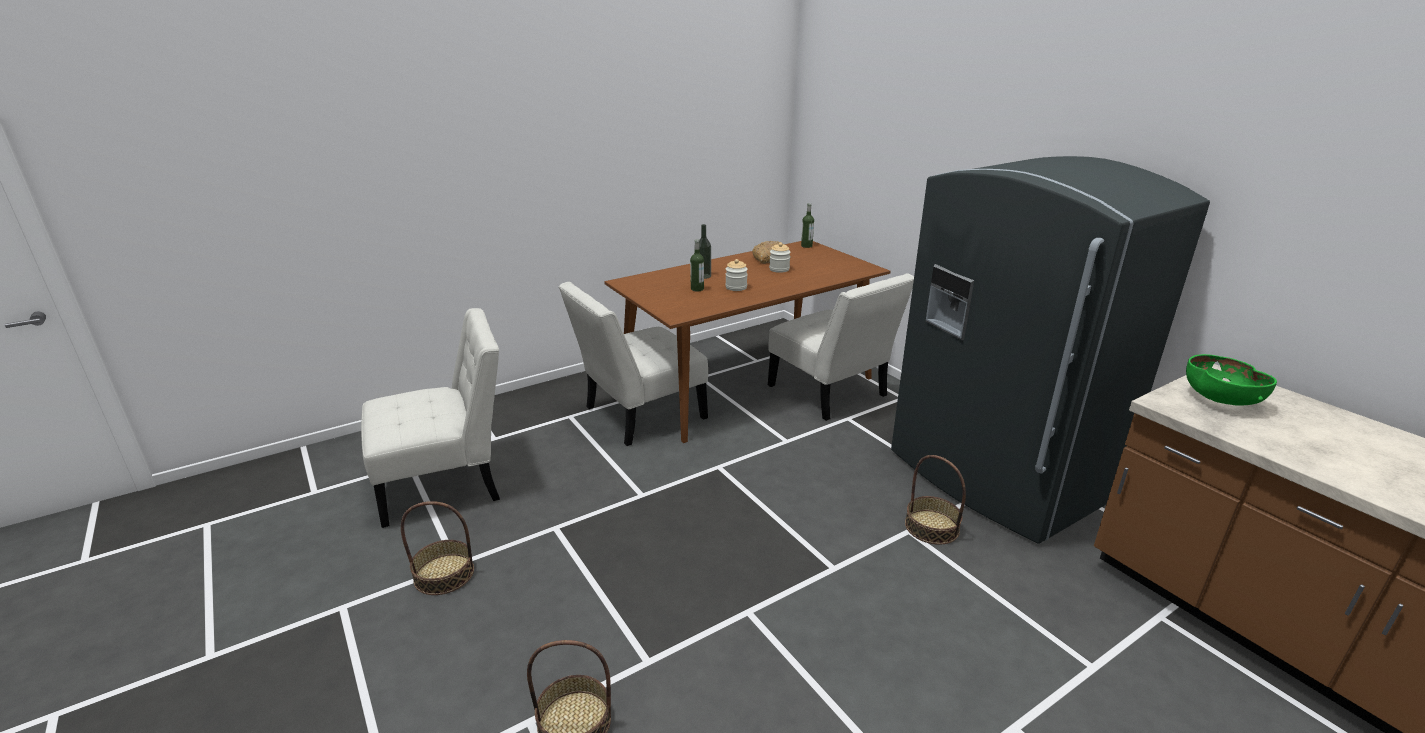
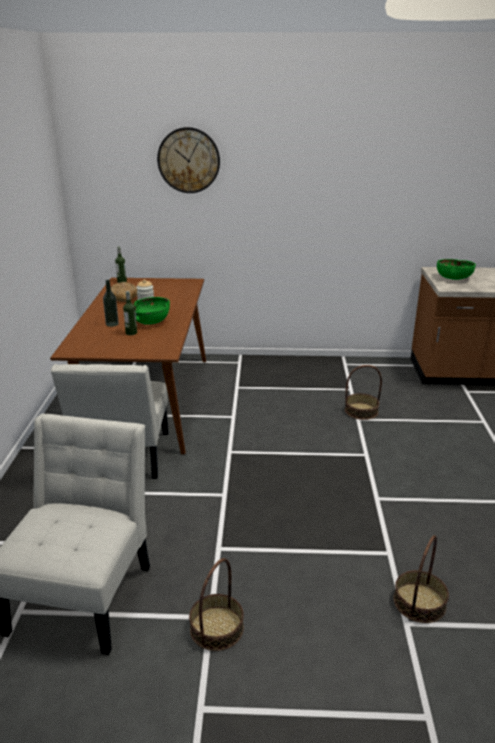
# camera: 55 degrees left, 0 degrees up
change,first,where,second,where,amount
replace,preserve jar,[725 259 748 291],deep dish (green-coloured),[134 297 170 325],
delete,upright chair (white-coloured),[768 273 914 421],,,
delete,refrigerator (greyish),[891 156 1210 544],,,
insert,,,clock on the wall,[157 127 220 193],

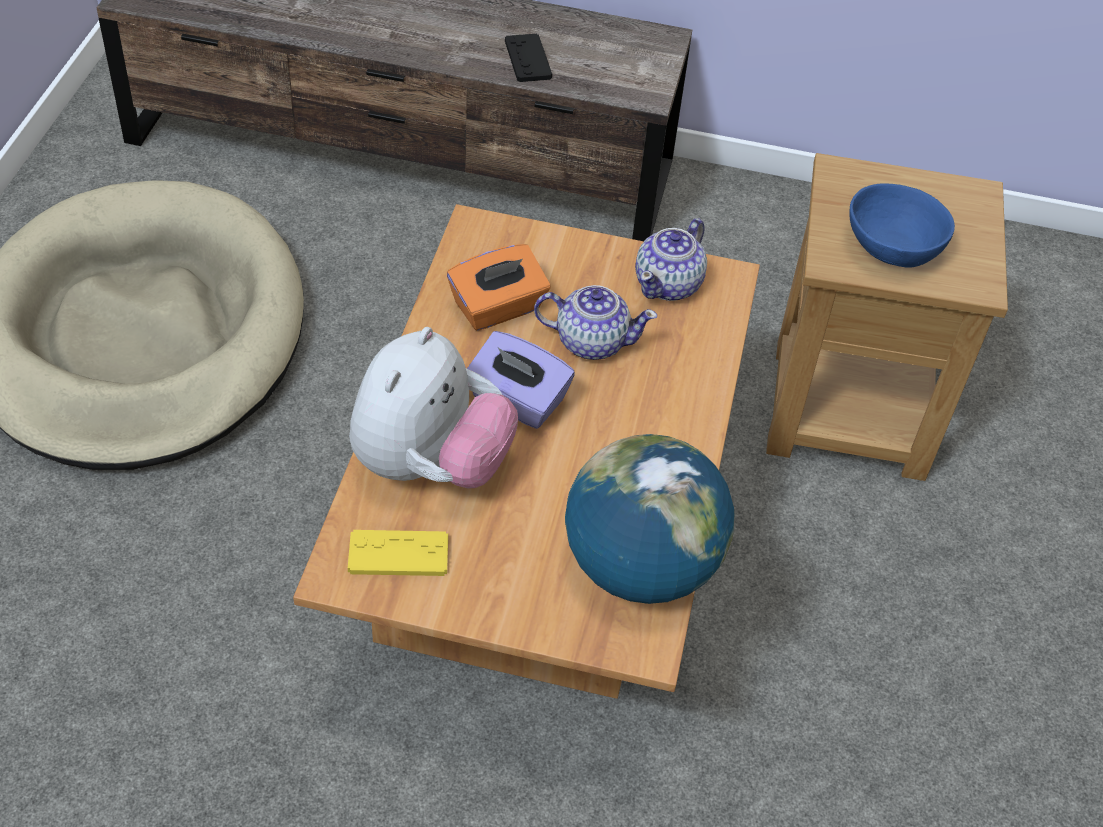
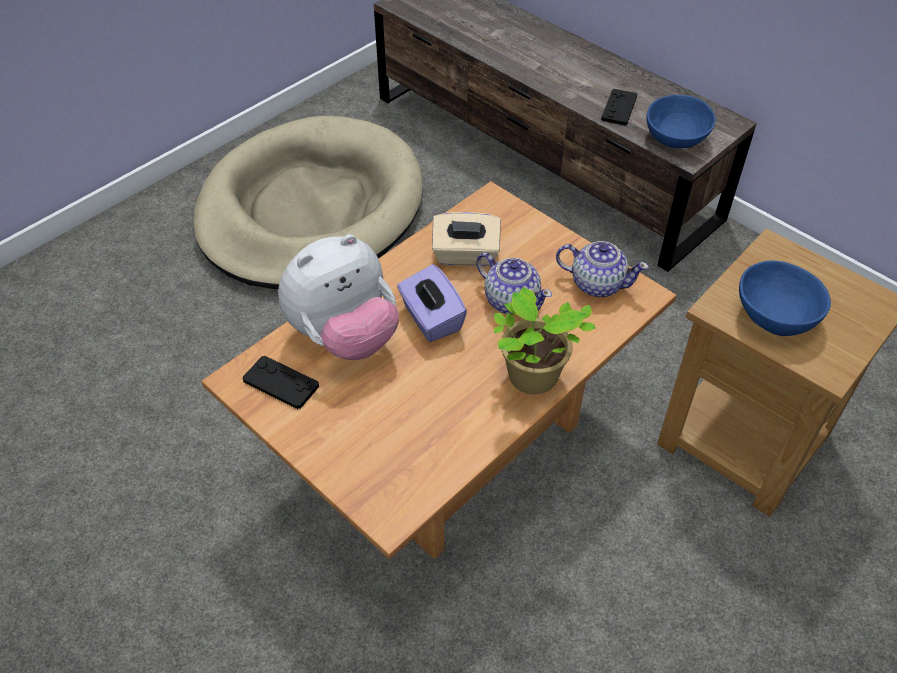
# camera: 35 degrees right, 0 degrees up
change,first,where,second,where,amount
recolor,joypad (yellow-coloured),[348 530 448 576],joypad (black),[243 355 319 409],
recolor,tissue holder (orange-coloured),[447 244 550 331],tissue holder (beige-coloured),[432 212 501 266],
delete,world globe,[565 434 734 604],,,
rotate,pot for tea,[635 218 707 301],,[556 241 649 297],135 degrees counterclockwise
insert,,,plant in a pot,[494 287 596 394],
insert,,,deep dish (blue),[647 95 716 148],

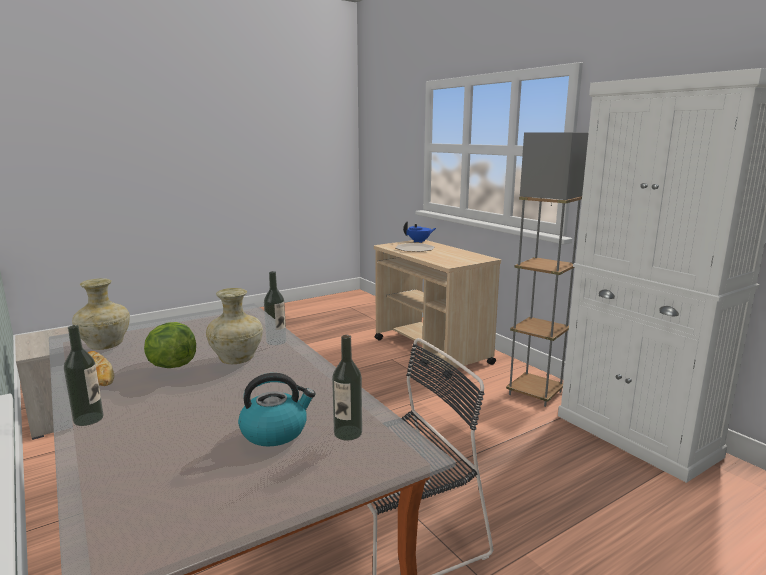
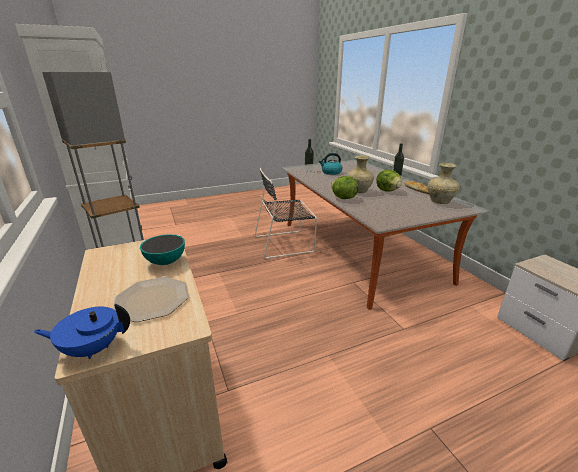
# camera: 170 degrees left, 10 degrees up
change,first,where,second,where,amount
replace,drink bottle,[264 271 286 345],lettuce head,[331 176 358 199],
insert,,,deep dish,[140 234 185 265],

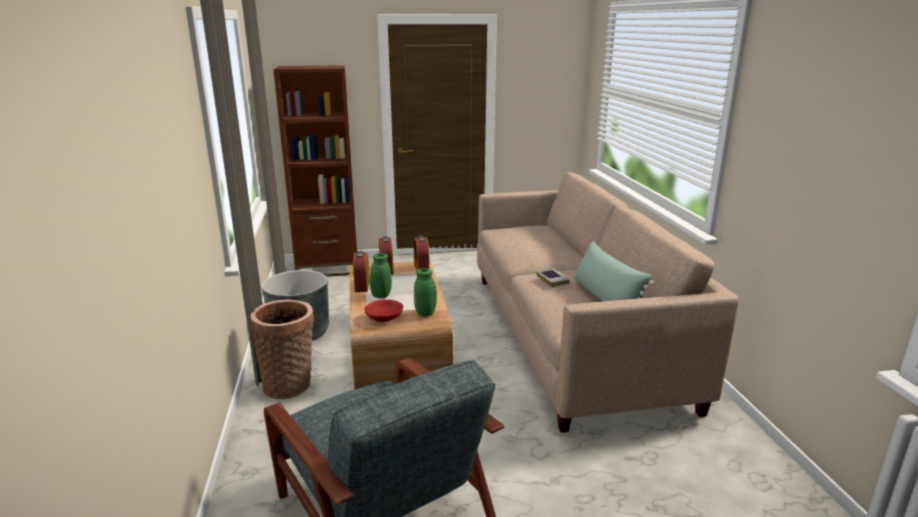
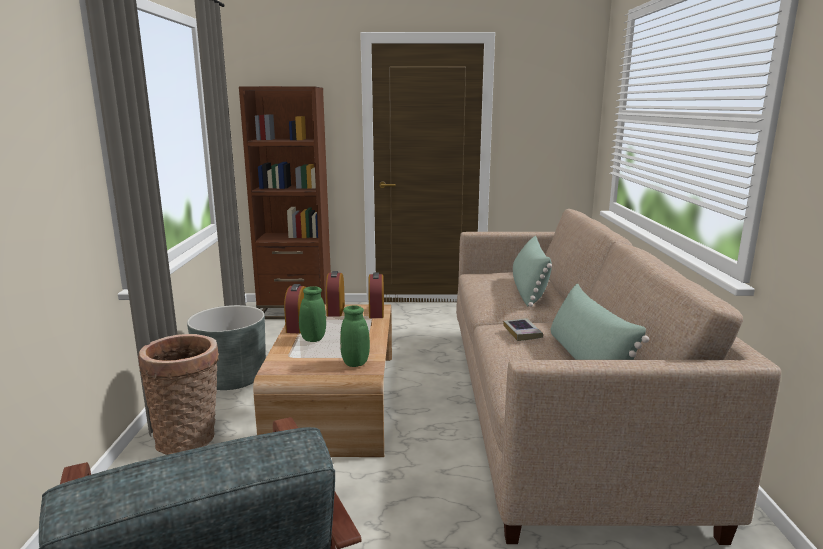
# camera: 10 degrees right, 5 degrees down
change,first,where,second,where,amount
delete,deep dish (reddish),[364 299 403 322],,,
insert,,,pillow (green-coloured),[513 236 552 307],

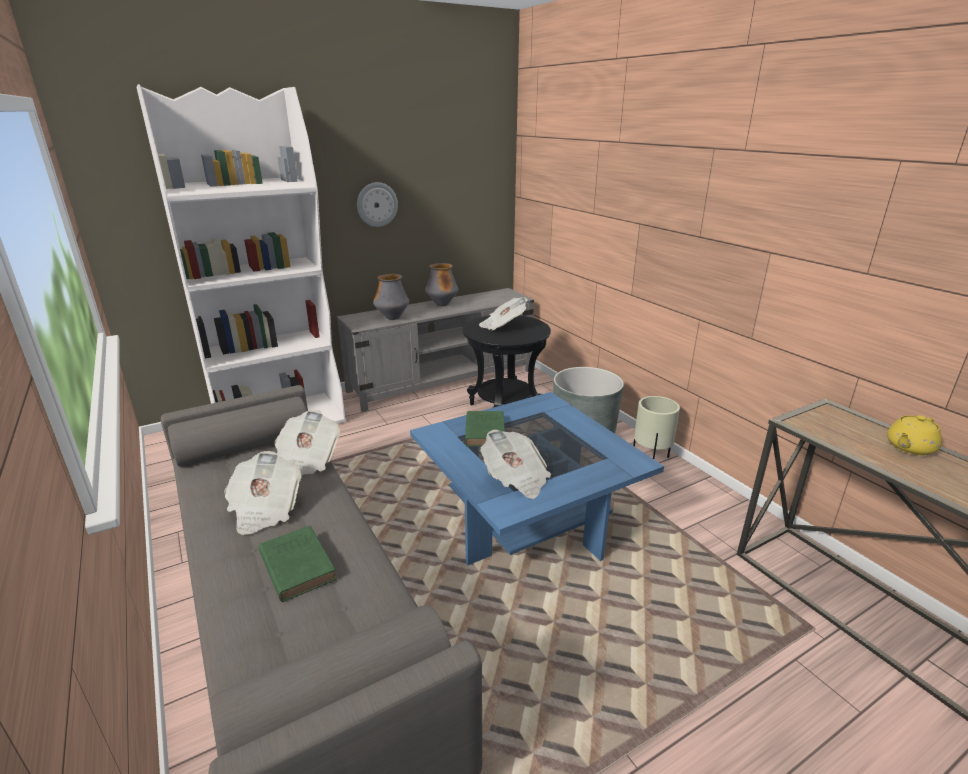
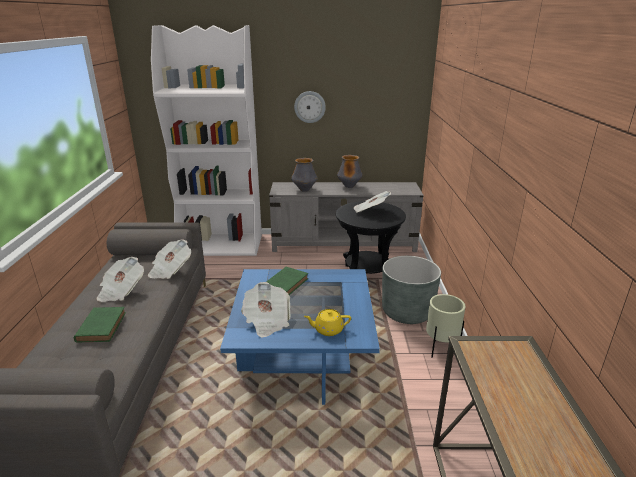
# camera: 30 degrees right, 0 degrees up
change,first,where,second,where,amount
move,pot for tea (yellow-coloured),[887 415 942 455],,[304 309 351 336],

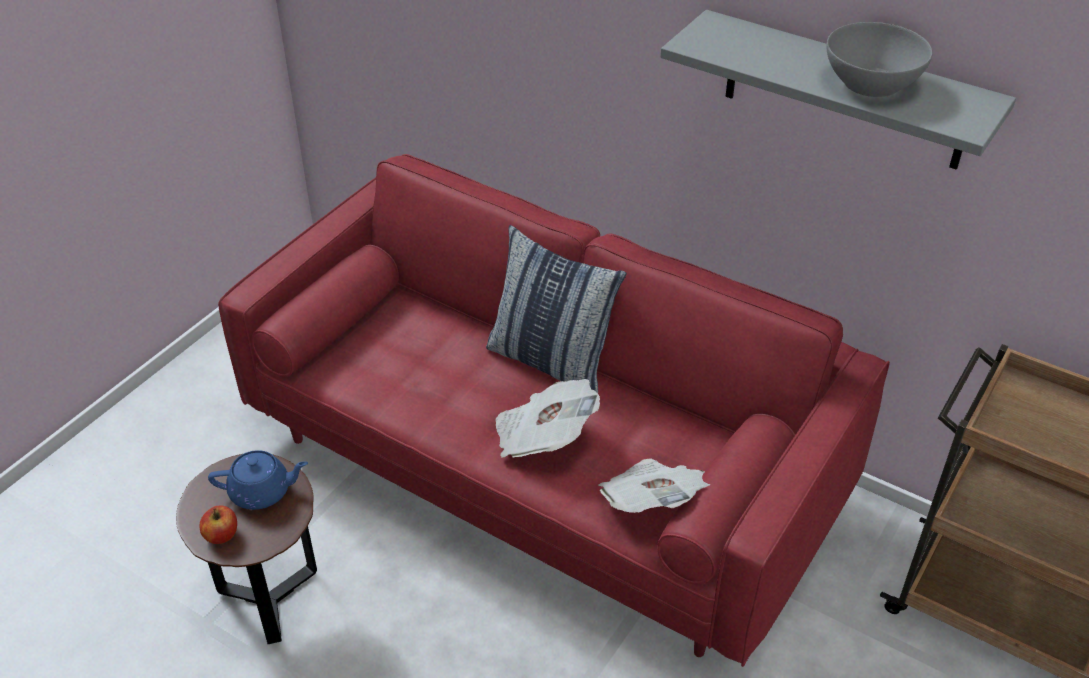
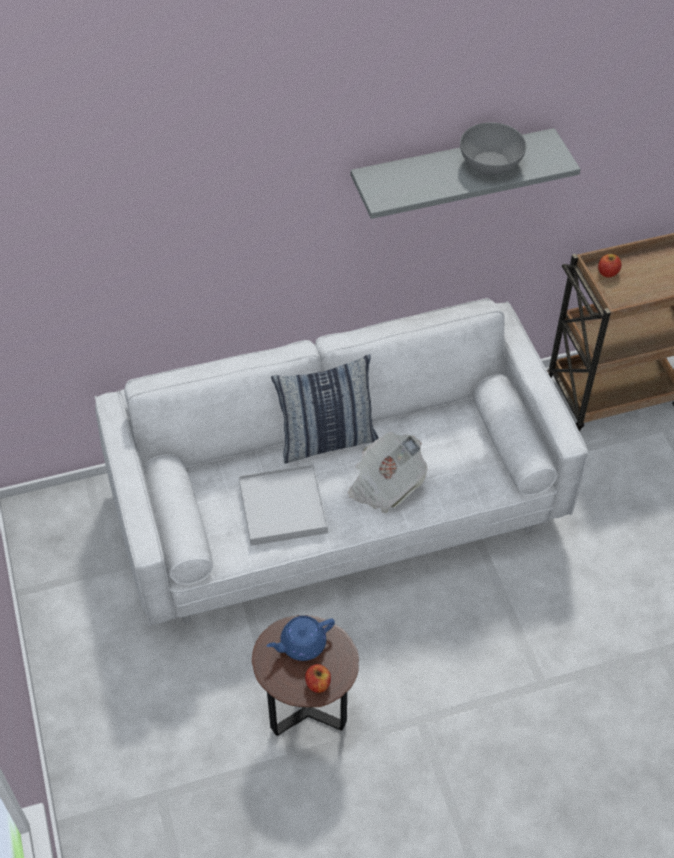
# camera: 50 degrees left, 10 degrees up
change,first,where,second,where,amount
rotate,pot for tea (blue),[208 450 308 510],,[267 616 335 661],150 degrees counterclockwise
recolor,couch (reddish),[218 154 890 667],couch (white-coloured),[95 298 588 627],
delete,printed paper,[598 458 710 513],,,
insert,,,carrying tray (white-coloured),[239 464 328 546],
insert,,,apple fruit,[598 254 622 278],

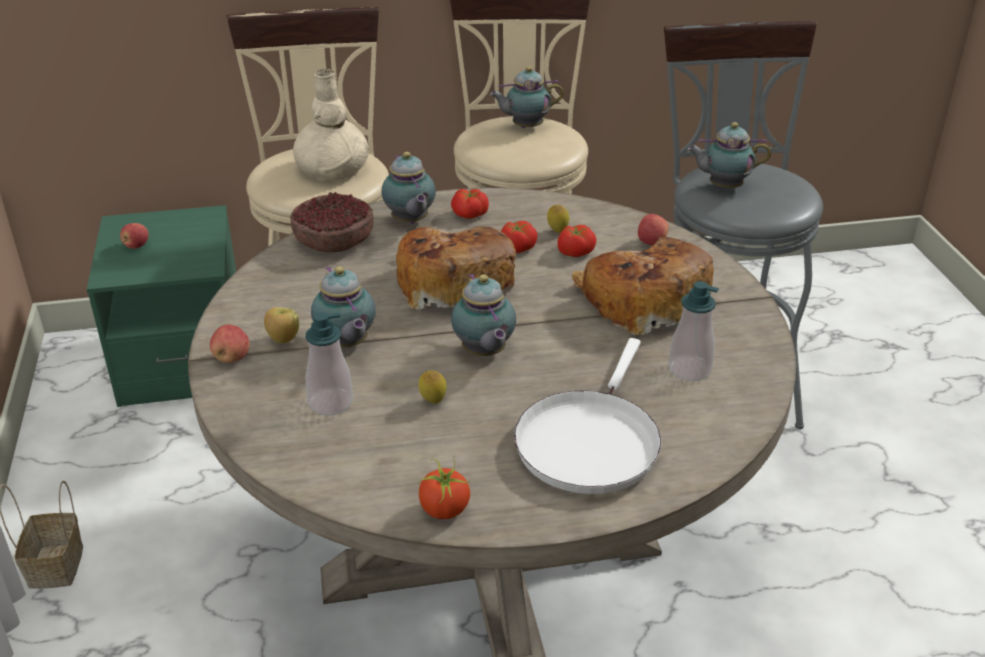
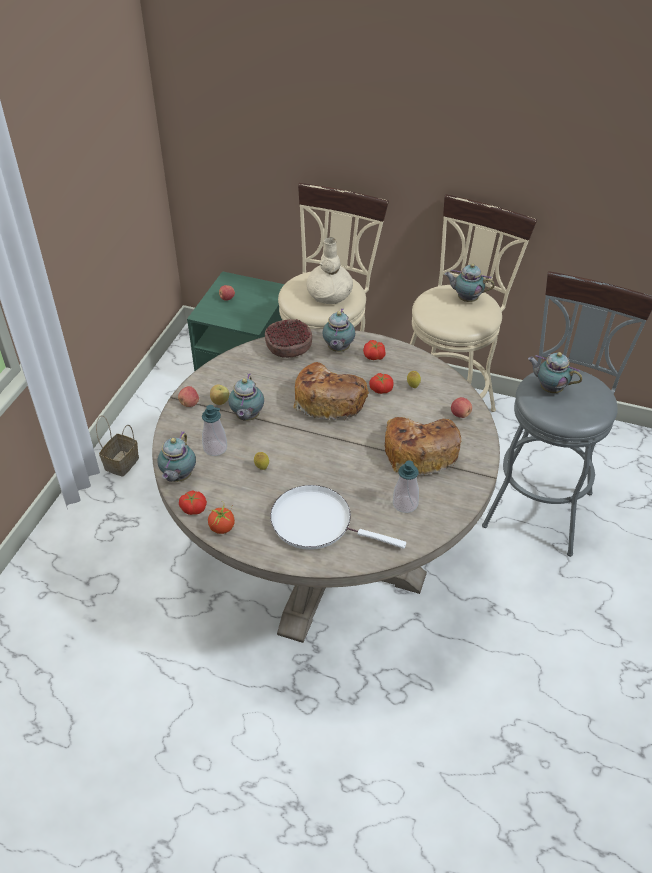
# camera: 30 degrees right, 10 degrees up
change,first,where,second,where,amount
move,pot for tea,[451 273 516 356],,[157 431 196 482],
rotate,frying pan (white-coloured),[514 338 661 494],,[270 485 406 550],60 degrees clockwise
move,fresh tomato,[557 225 596 257],,[179 490 207 515],

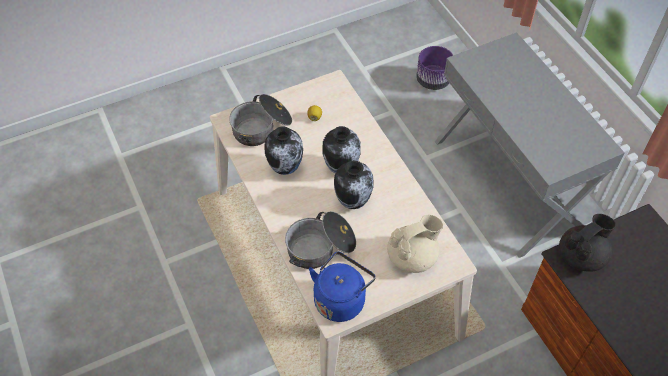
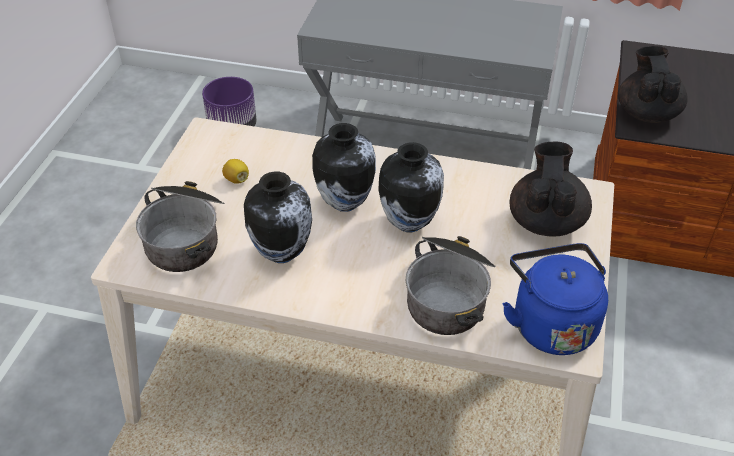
# camera: 50 degrees left, 10 degrees down
change,first,where,second,where,amount
recolor,pot for tea (beige-coloured),[387 215 443 273],pot for tea (black),[509 142 592 237],

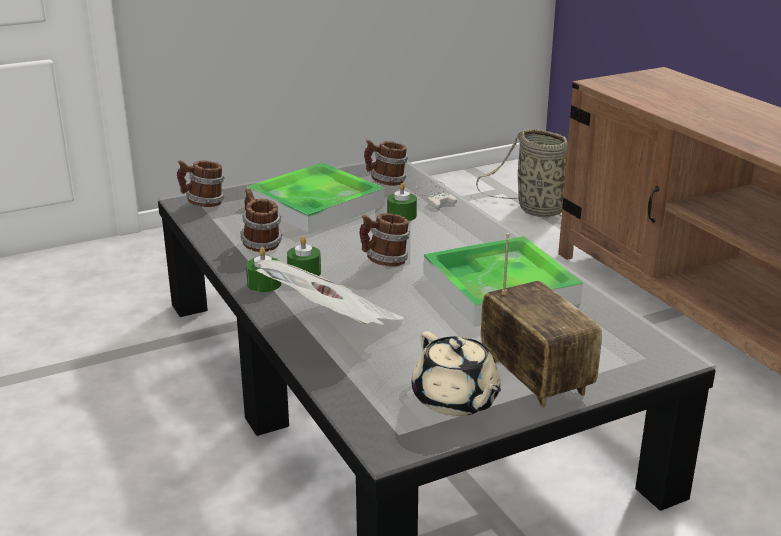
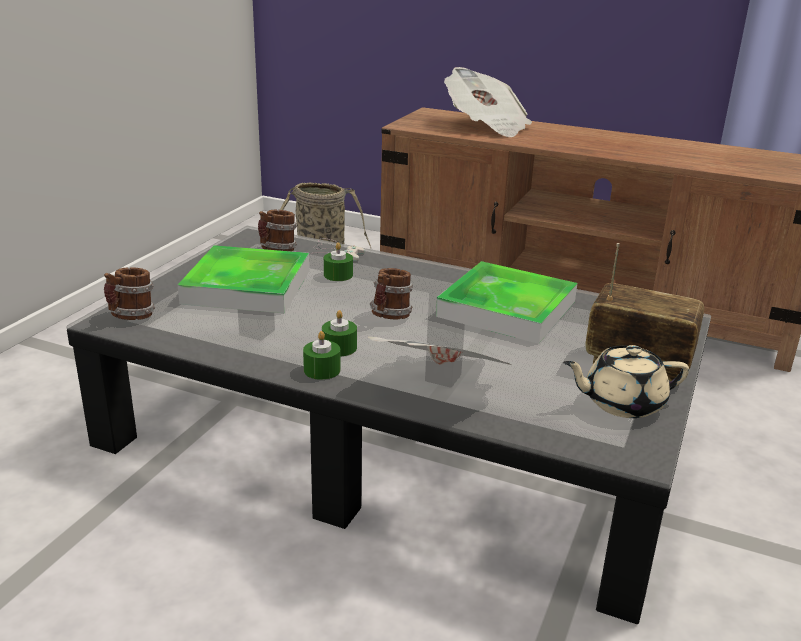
# camera: 40 degrees left, 0 degrees up
change,first,where,second,where,amount
delete,tea mug,[240 188 282 252],,,
rotate,pot for tea (beige-coloured),[412 331 501 416],,[563 345 689 418],150 degrees clockwise
insert,,,printed paper,[444 67 532 137],

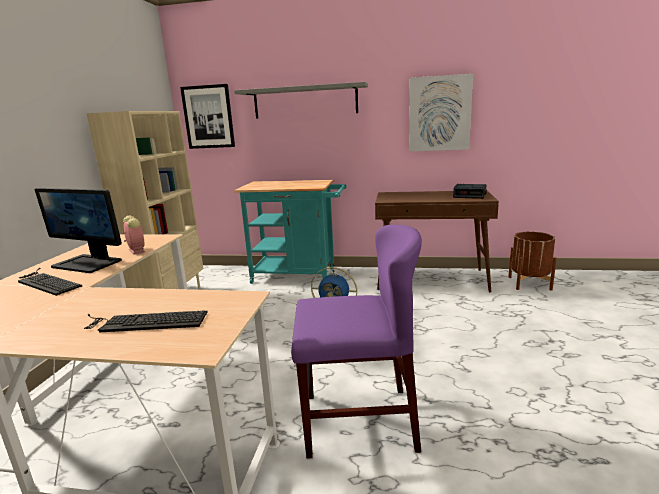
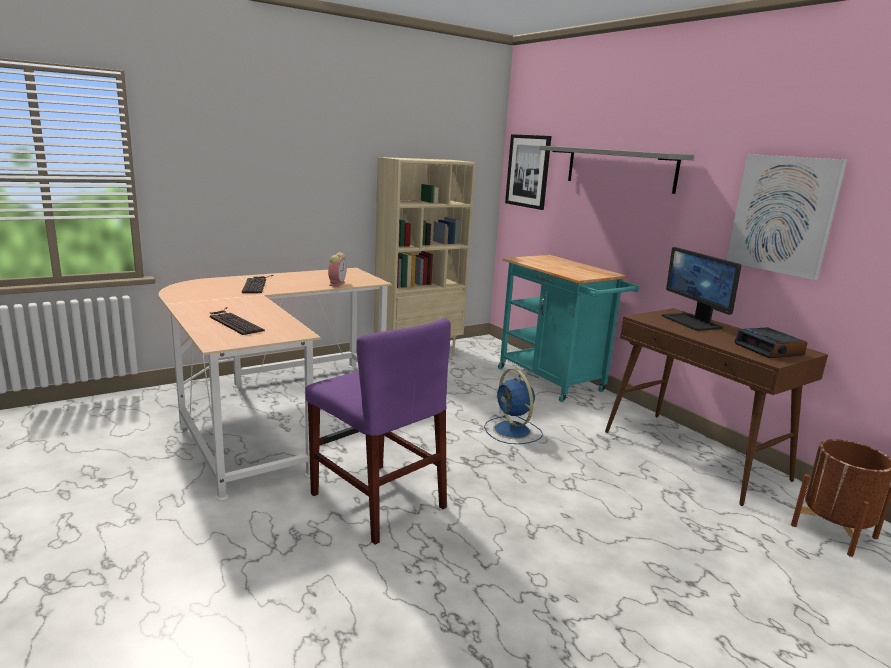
# camera: 45 degrees right, 0 degrees up
change,first,where,second,where,amount
move,monitor,[35 188 122 273],,[662 247 742 331],

